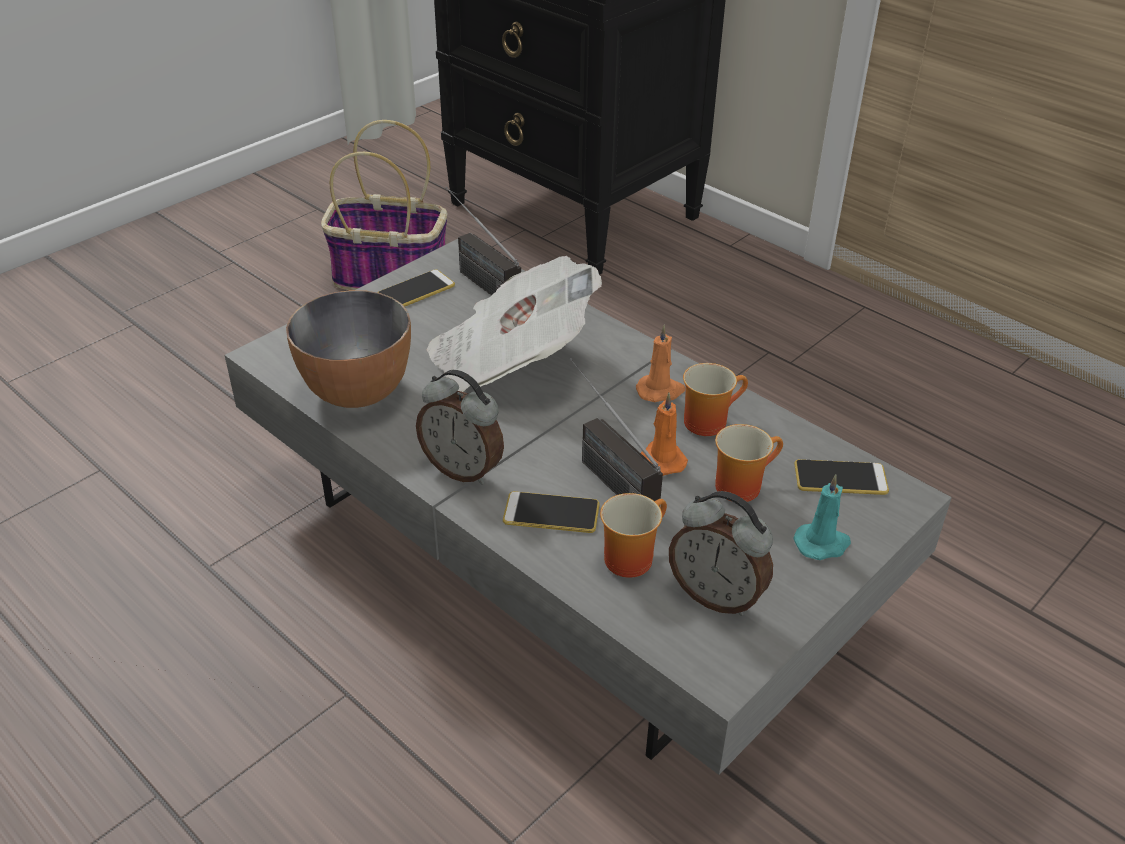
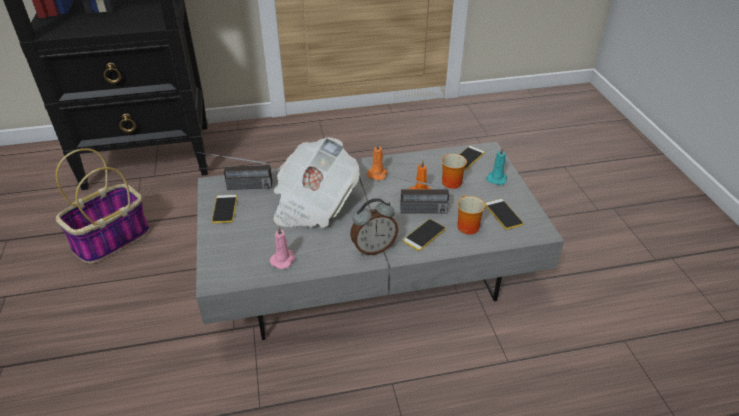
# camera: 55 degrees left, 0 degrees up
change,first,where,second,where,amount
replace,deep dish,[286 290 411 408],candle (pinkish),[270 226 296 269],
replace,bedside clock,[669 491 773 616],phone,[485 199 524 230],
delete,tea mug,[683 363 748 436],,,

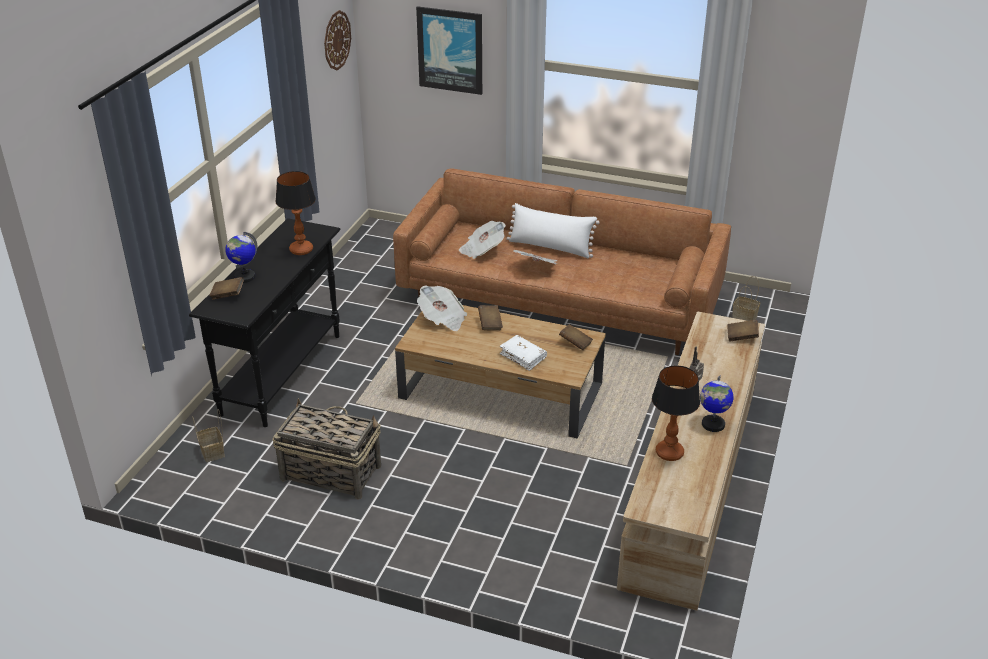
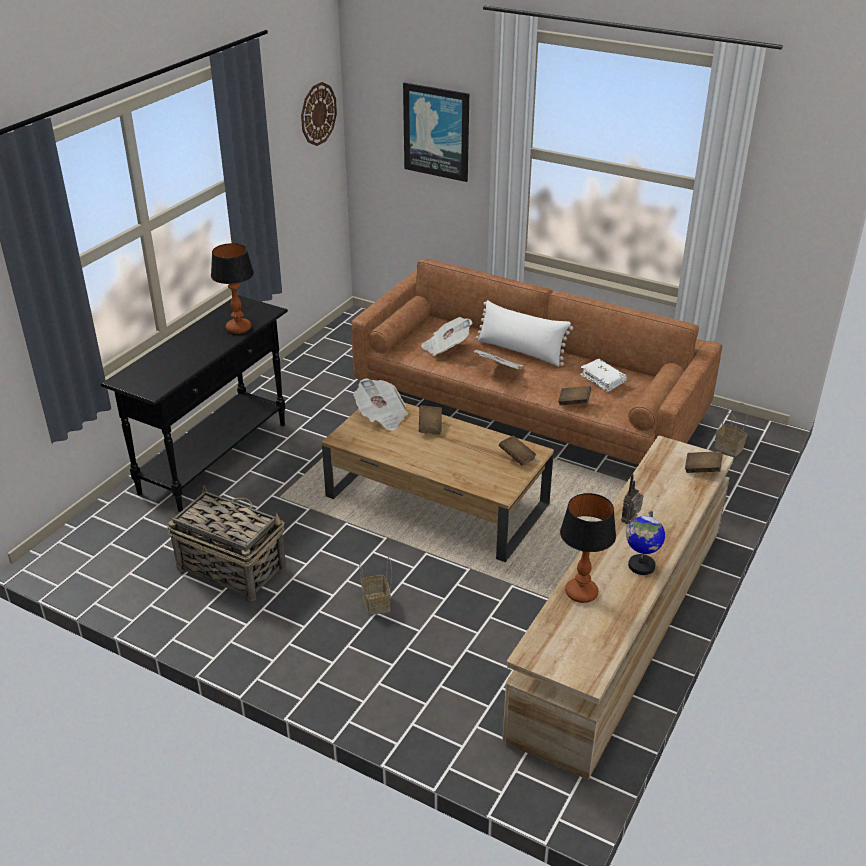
# camera: 10 degrees right, 0 degrees up
change,first,where,second,where,amount
move,basket,[192 409 225 462],,[359 557 392 615],
move,bound book (brownish),[209 277 244 300],,[558 386 591 405],
delete,world globe,[225 232 257 283],,,
move,bound book (white-coloured),[500 335 547 371],,[580 359 627 392],

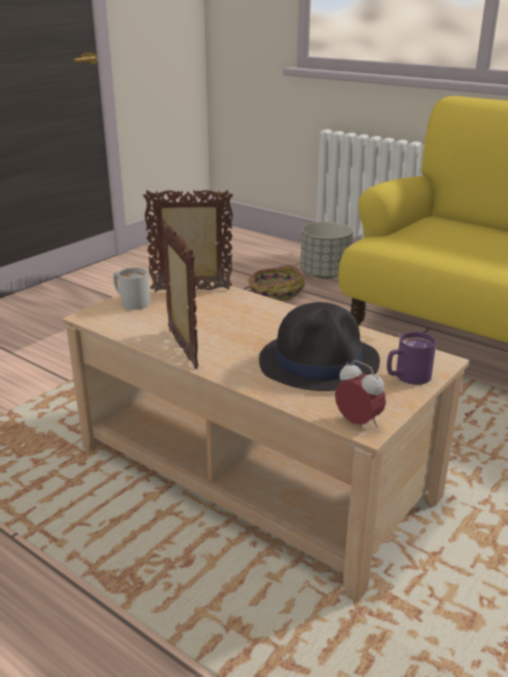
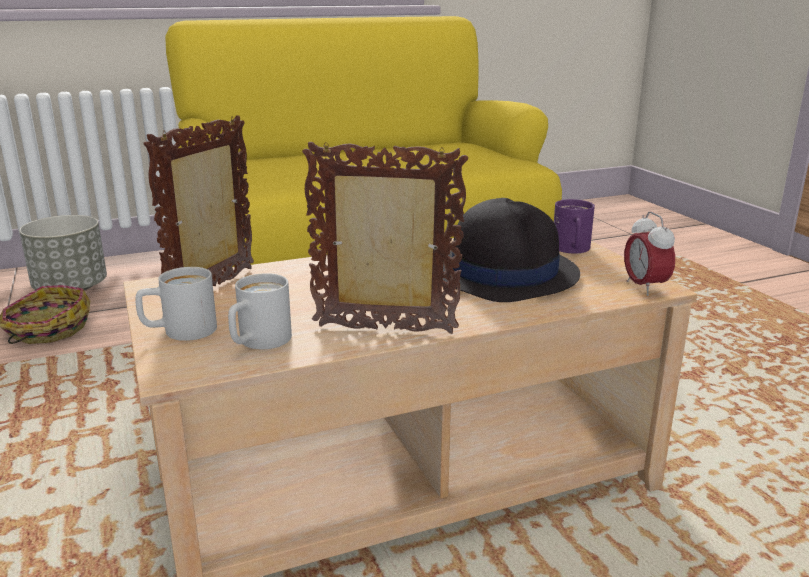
# camera: 60 degrees left, 5 degrees down
change,first,where,second,where,amount
rotate,bedside clock,[335 360 386 427],,[624 211 675 296],90 degrees counterclockwise
insert,,,tea mug (white-coloured),[228 273 292 349],

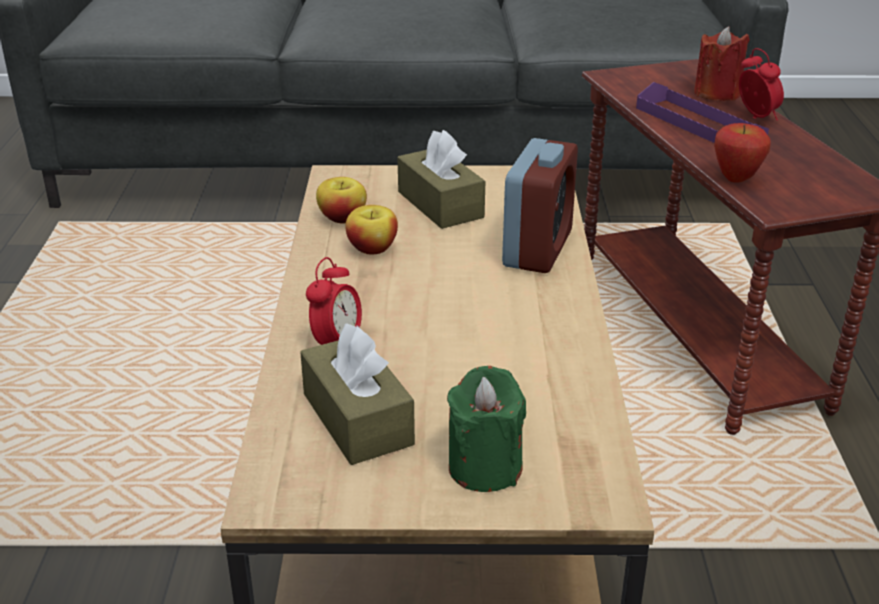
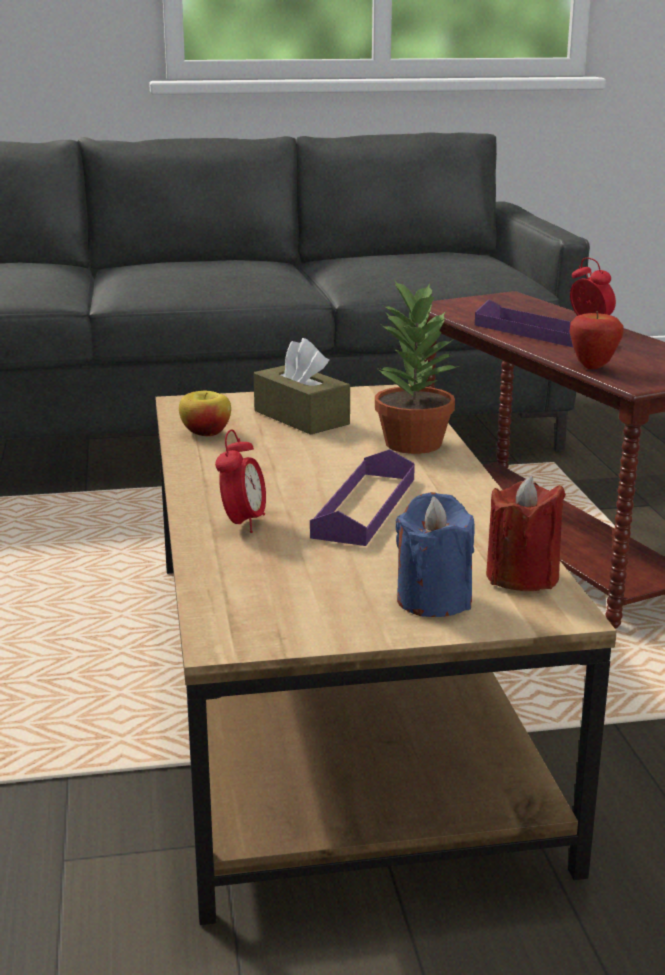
# camera: 10 degrees left, 10 degrees down
change,first,where,second,where,amount
delete,tissue holder (brownish),[300 323 415 465],,,
delete,apple fruit,[346 205 398 254],,,
recolor,candle (green-coloured),[447 366 526 492],candle (blue),[395 492 475 617],
replace,bedside clock,[502 138 578 273],plant in a pot,[375 279 459 454],
move,candle (reddish),[694 26 750 101],,[486 476 566 591],
insert,,,carrying tray (purplish),[310 449 415 546],

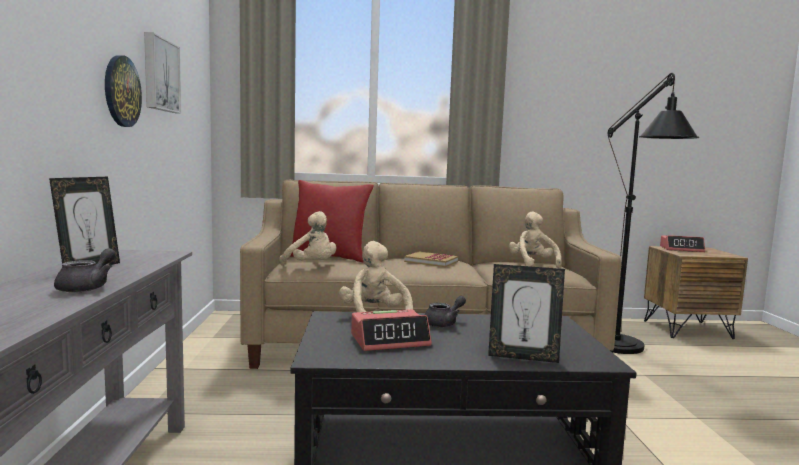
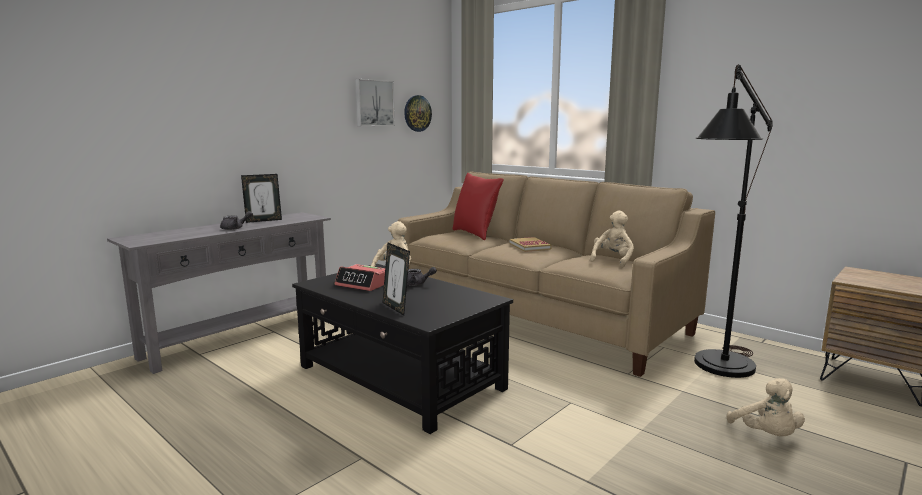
# camera: 45 degrees right, 5 degrees up
change,first,where,second,where,amount
move,clock on the wall,[105 55 142 127],,[404 95 432 132],
move,soft toy (beige-coloured),[279 211 336 266],,[727 378 805 436],
delete,bedside clock,[660 235 705 252],,,

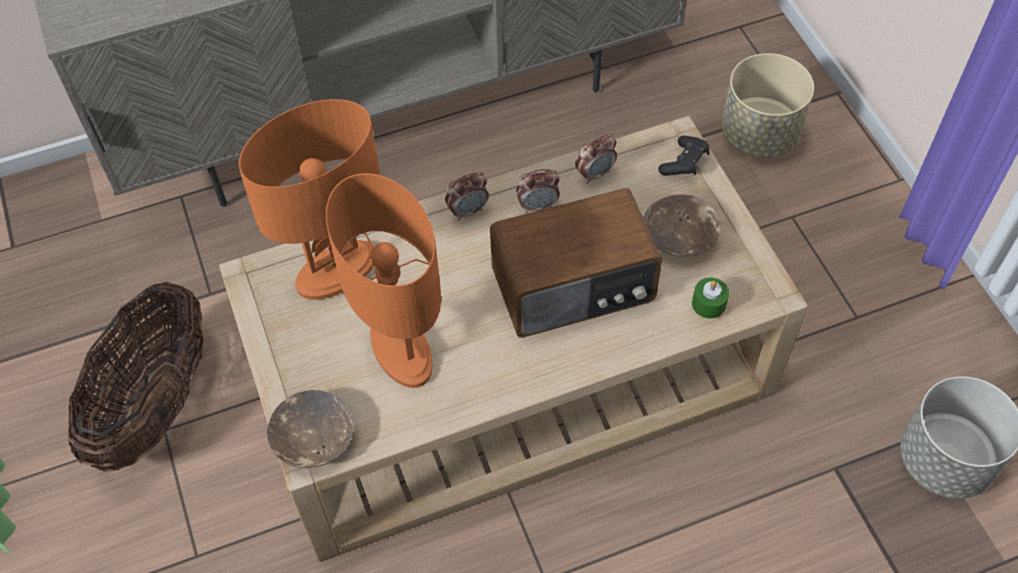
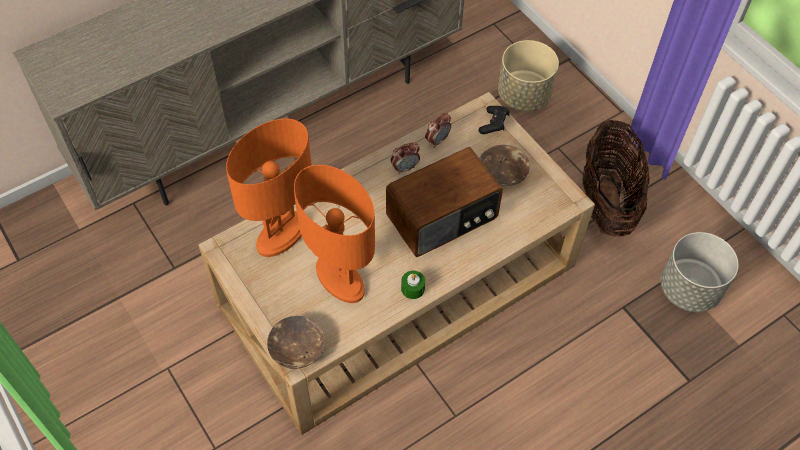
# camera: 15 degrees left, 0 degrees up
change,first,where,second,where,amount
move,basket,[68 282 204 472],,[582 120 649 237],
delete,bedside clock,[445 172 489 221],,,
move,candle (green-coloured),[692 278 729 319],,[401 271 425 299],

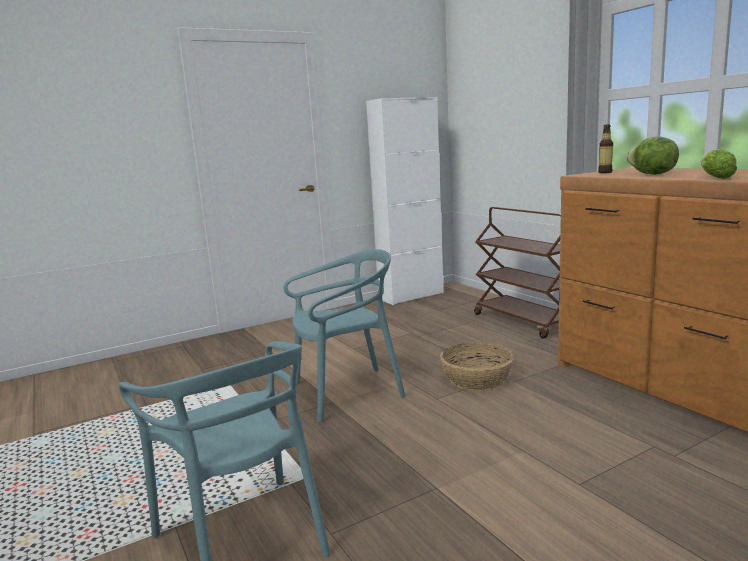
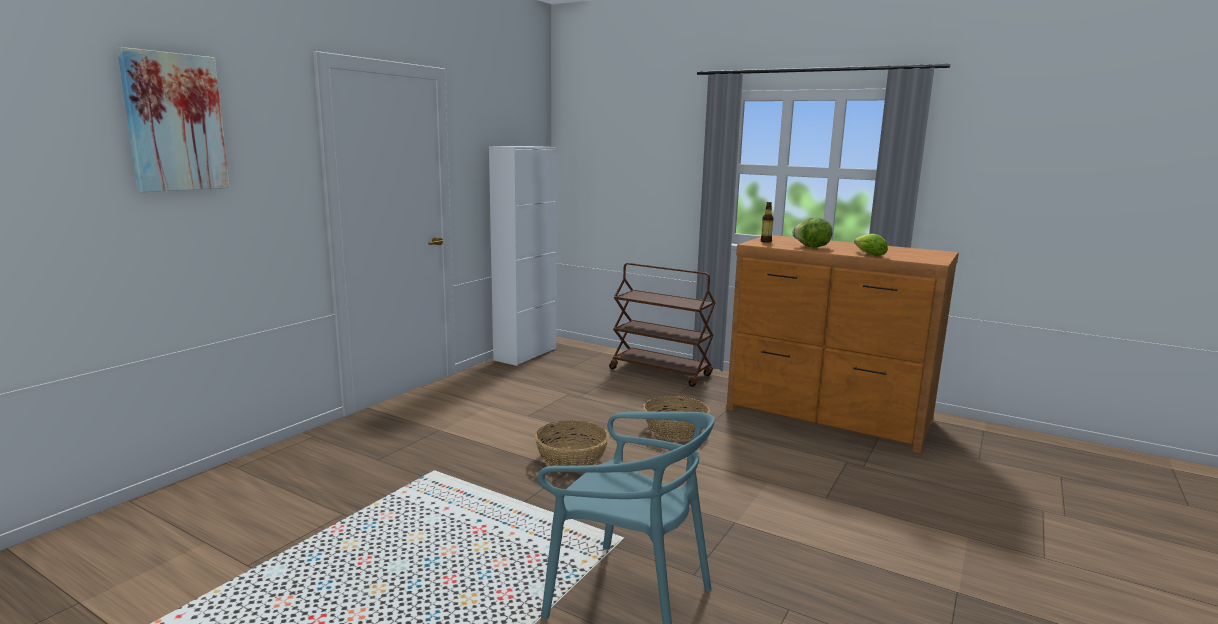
# camera: 30 degrees left, 0 degrees up
change,first,where,second,where,amount
replace,upright chair (blue-green),[284 249 406 422],basket,[535 420 609 466],
insert,,,wall art,[117 47 229 192],

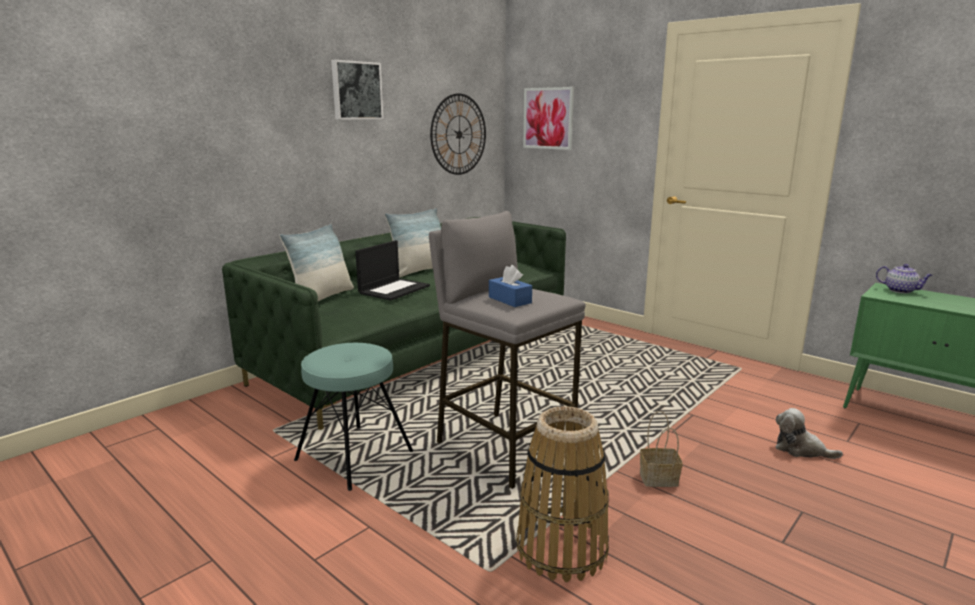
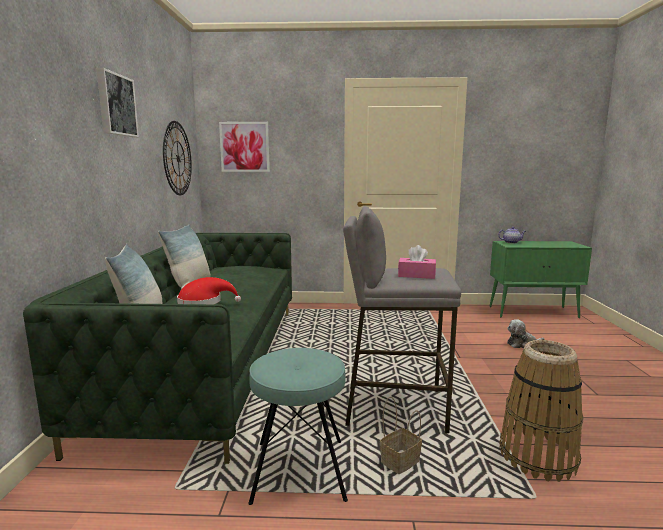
# camera: 40 degrees left, 5 degrees down
change,first,where,second,where,amount
replace,laptop,[355 240 430 301],hat (reddish),[177 277 241 304],
recolor,tissue holder (blue),[489 265 532 307],tissue holder (pinkish),[398 245 436 279],
move,basket,[640 411 683 487],,[380 397 422 474],

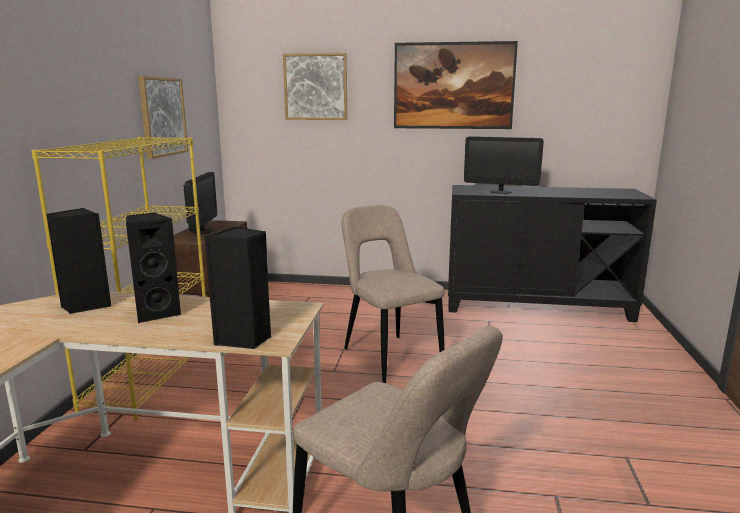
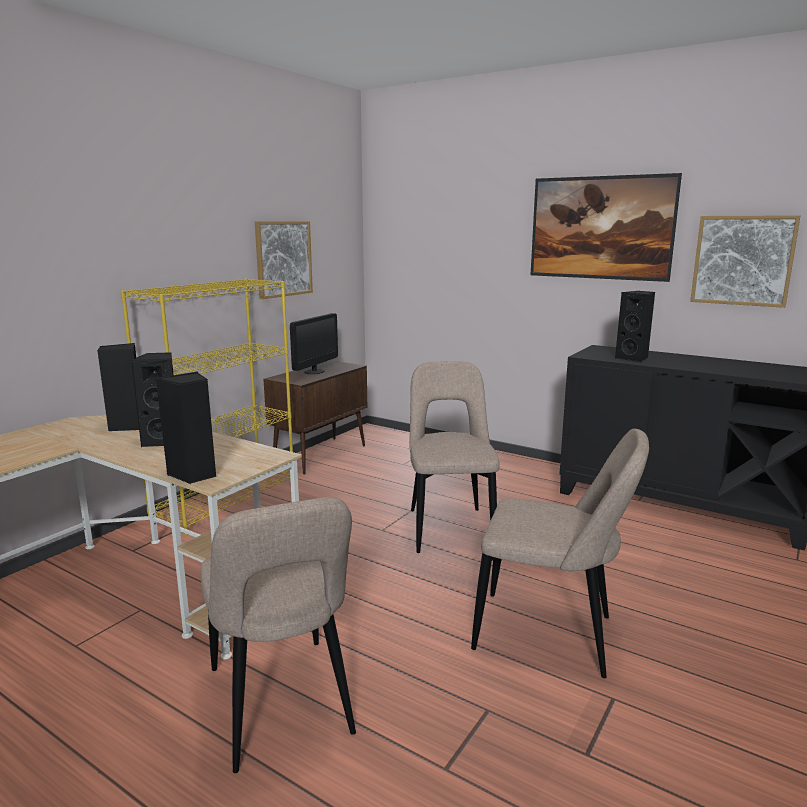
# camera: 25 degrees right, 0 degrees up
change,first,where,second,where,amount
move,wall art,[283 53 347 120],,[690 215 800 308],
replace,monitor,[464 136 544 194],loudspeaker (black),[615 291 655 362],
insert,,,upright chair (beige-coloured),[471 429 649 678],

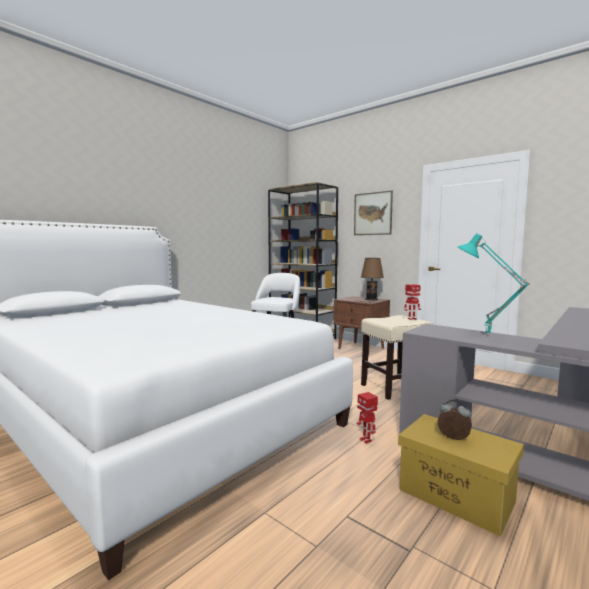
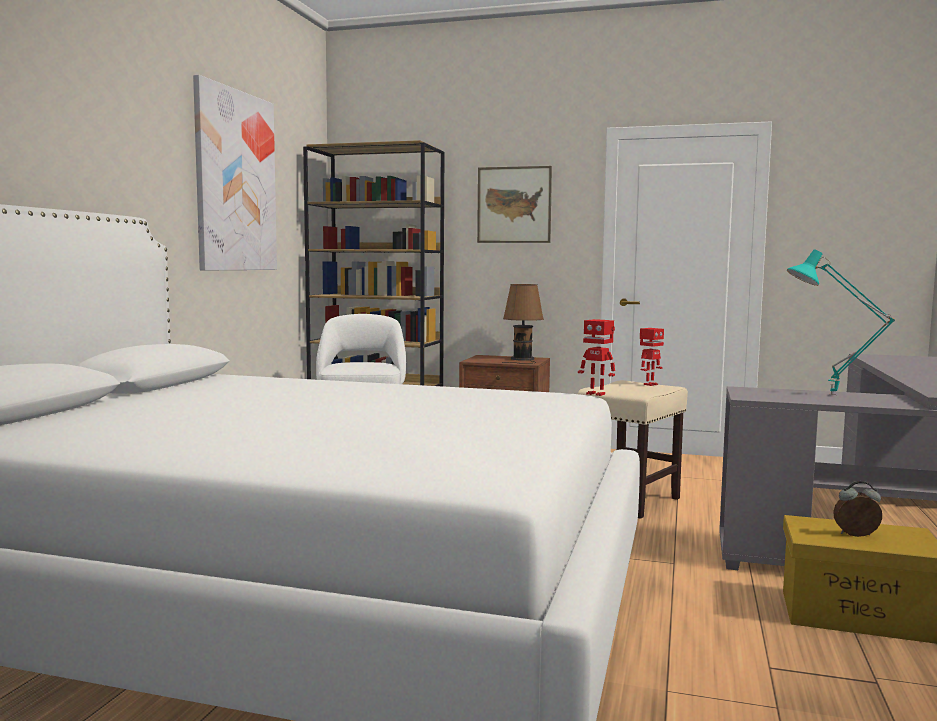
# camera: 25 degrees left, 0 degrees up
change,first,where,second,where,amount
move,toy robot,[357 392 378 444],,[578 319 615 396],
insert,,,wall art,[193 75 277 271],

